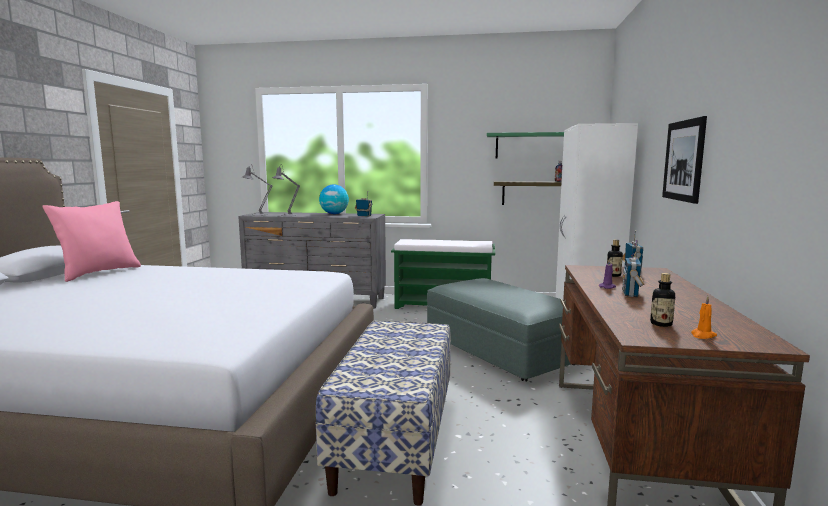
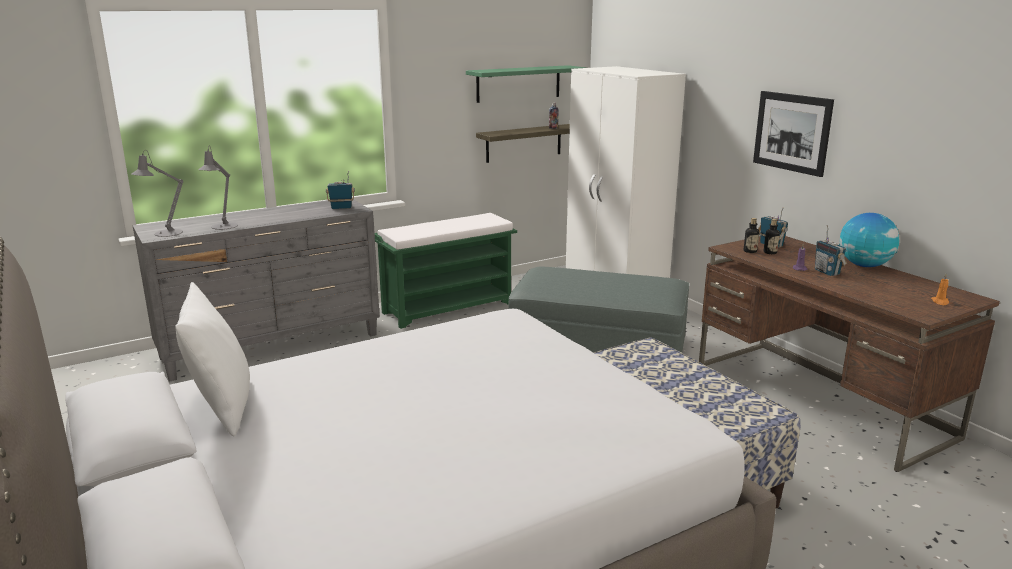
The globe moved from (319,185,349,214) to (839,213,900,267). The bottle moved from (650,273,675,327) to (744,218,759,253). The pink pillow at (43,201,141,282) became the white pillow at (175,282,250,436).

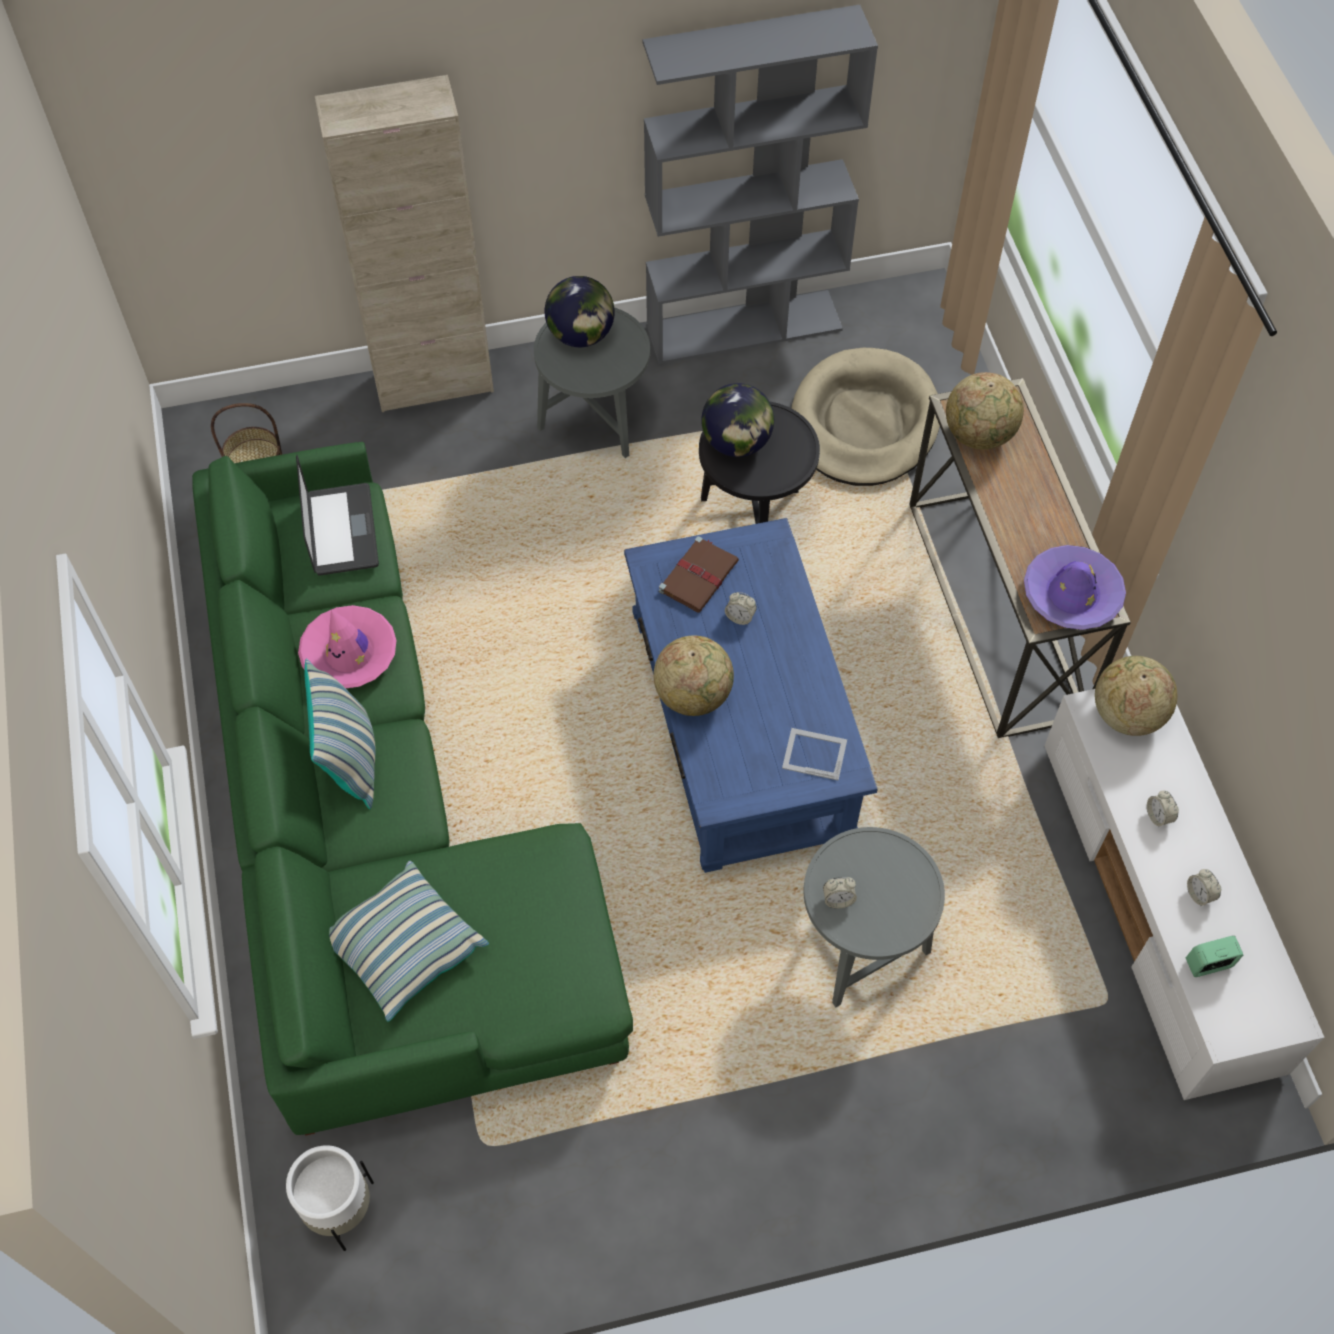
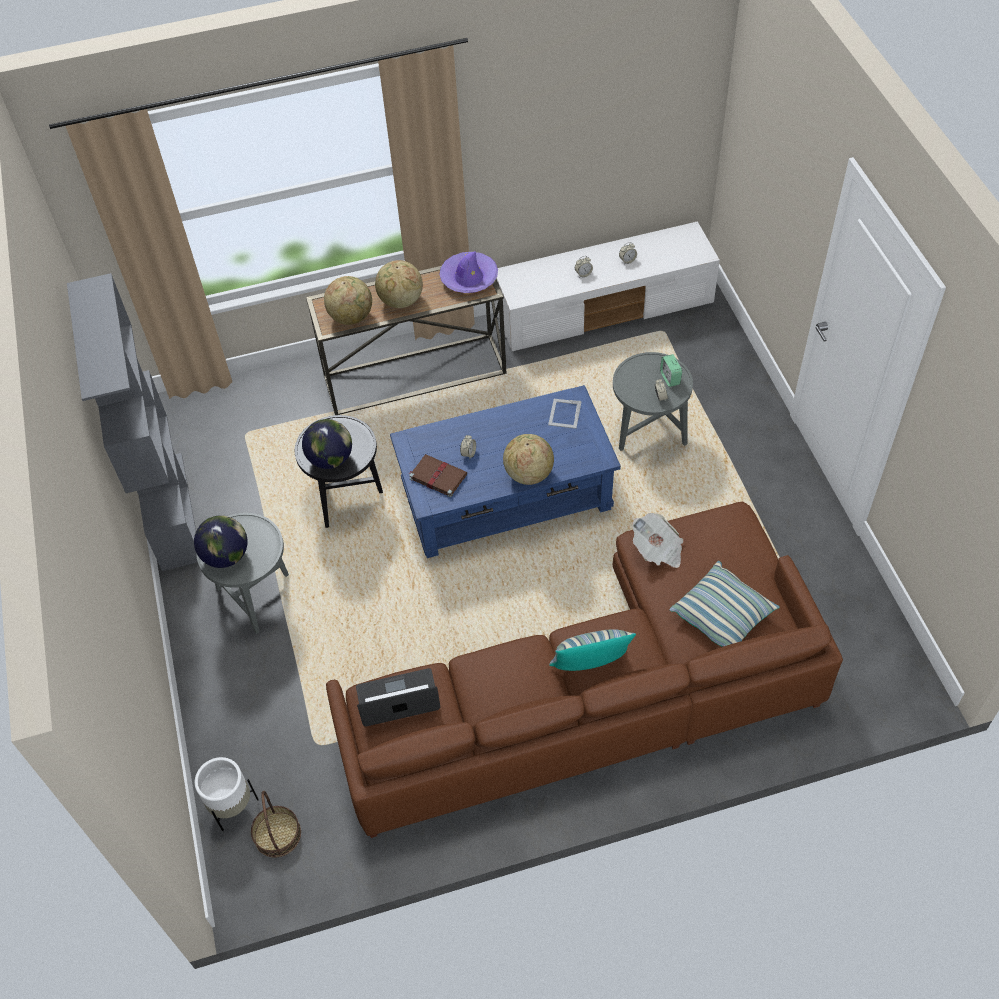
The pink hat at (298,605,397,688) disappeared. The beige cabinet at (314,75,494,412) disappeared. The beige dog bed at (791,348,940,486) disappeared. The newspaper at (632,513,683,568) appeared. The white planter moved from (286,1145,374,1251) to (195,757,259,831). The globe moved from (1095,656,1177,736) to (375,260,423,308). The alarm clock moved from (1186,936,1243,977) to (660,354,682,387). The green sofa at (192,442,633,1136) became the brown sofa at (326,502,843,838).

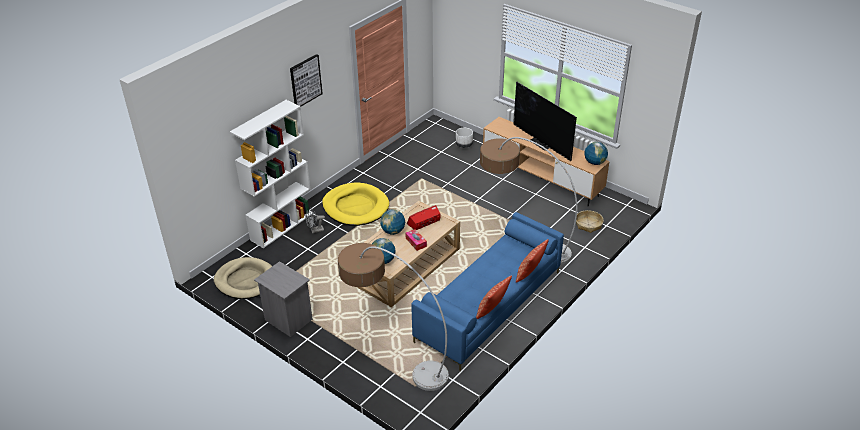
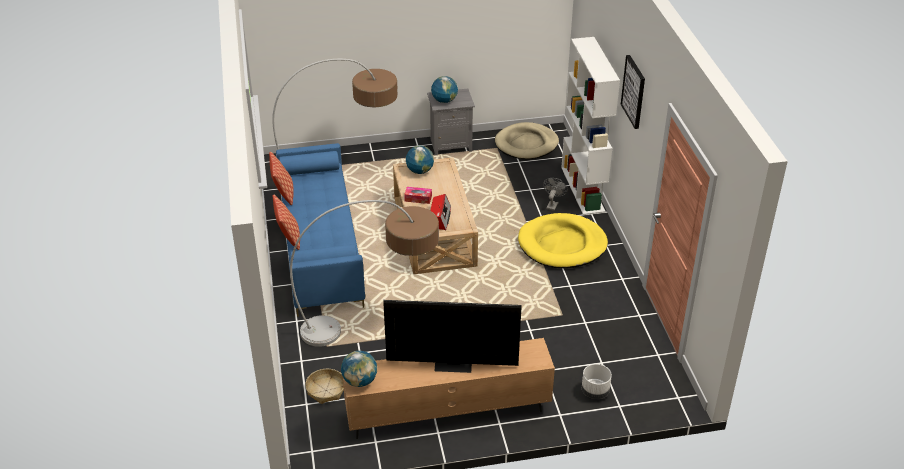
The globe moved from (380,209,405,235) to (431,76,458,103).

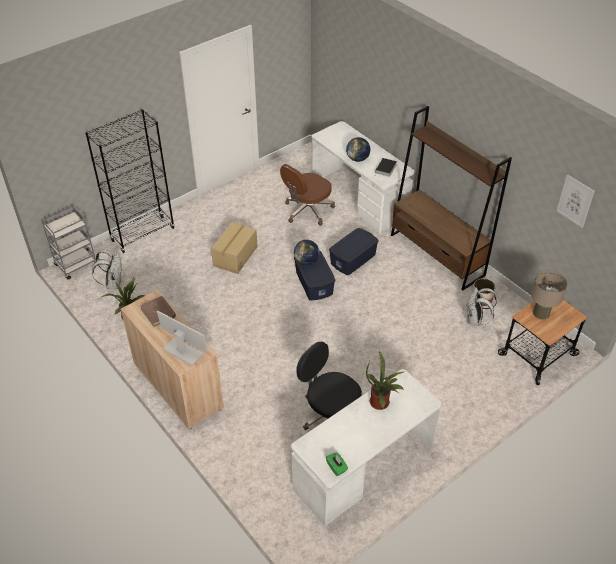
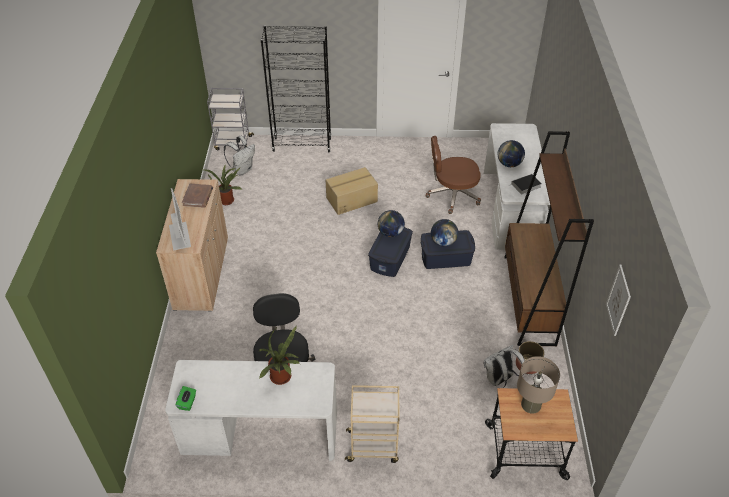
The beige cart at (345,385,400,463) appeared. The globe at (431,219,458,247) appeared.

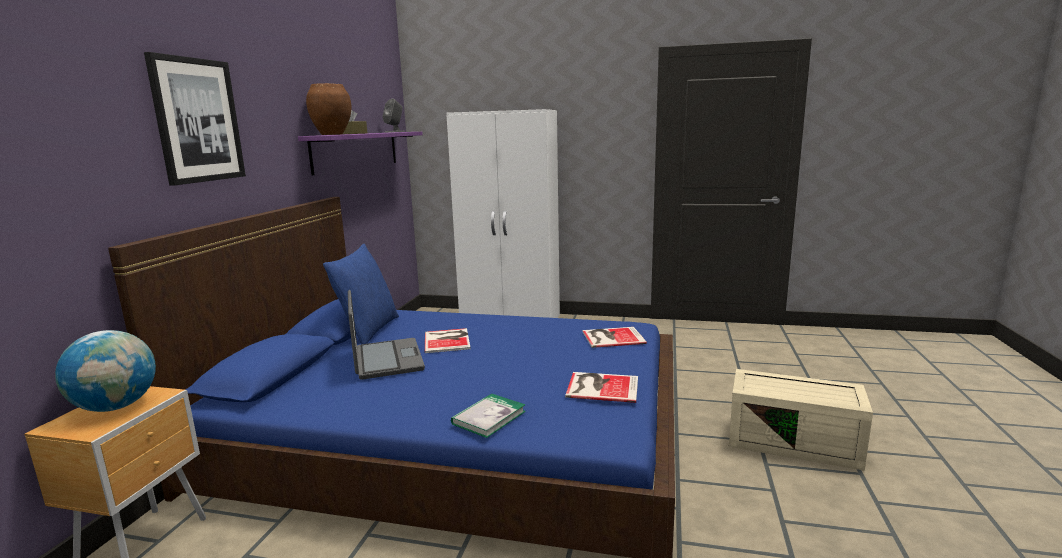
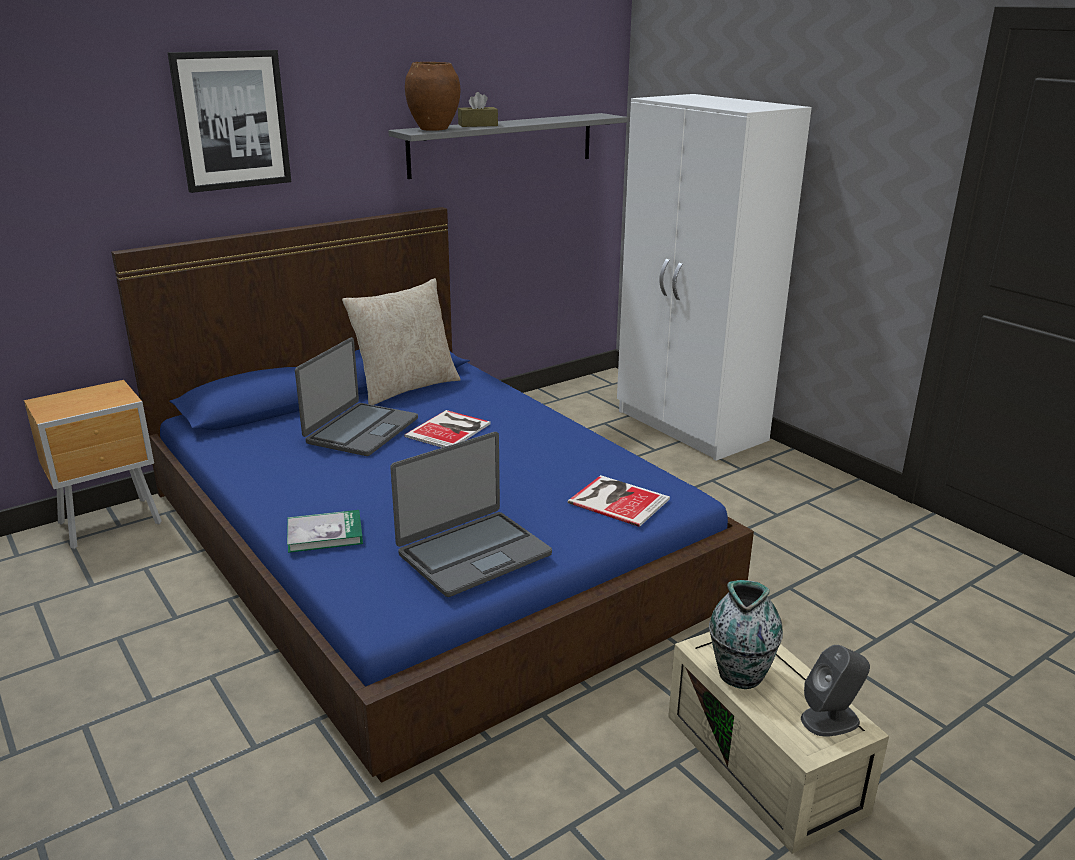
The globe at (55,330,156,412) disappeared. The vase at (709,580,783,689) appeared. The grey speaker moved from (382,99,405,133) to (801,645,870,736). The book at (565,372,638,403) was replaced by the laptop at (390,432,552,597). The purple shelf at (298,132,423,175) became the grey shelf at (388,113,628,179). The blue pillow at (323,244,399,344) became the beige pillow at (342,278,461,405).

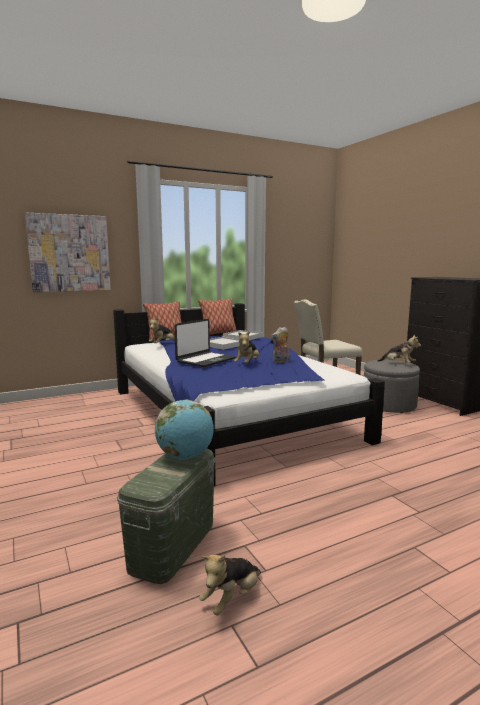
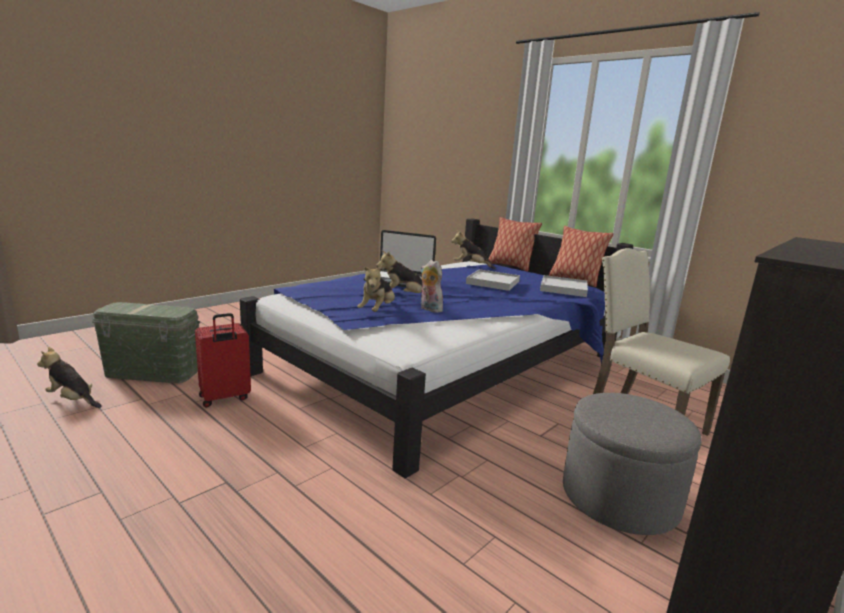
The picture at (25,213,111,292) disappeared. The globe at (155,400,214,460) disappeared. The red suitcase at (195,313,251,408) appeared. The plush toy moved from (378,335,421,363) to (357,265,395,312).

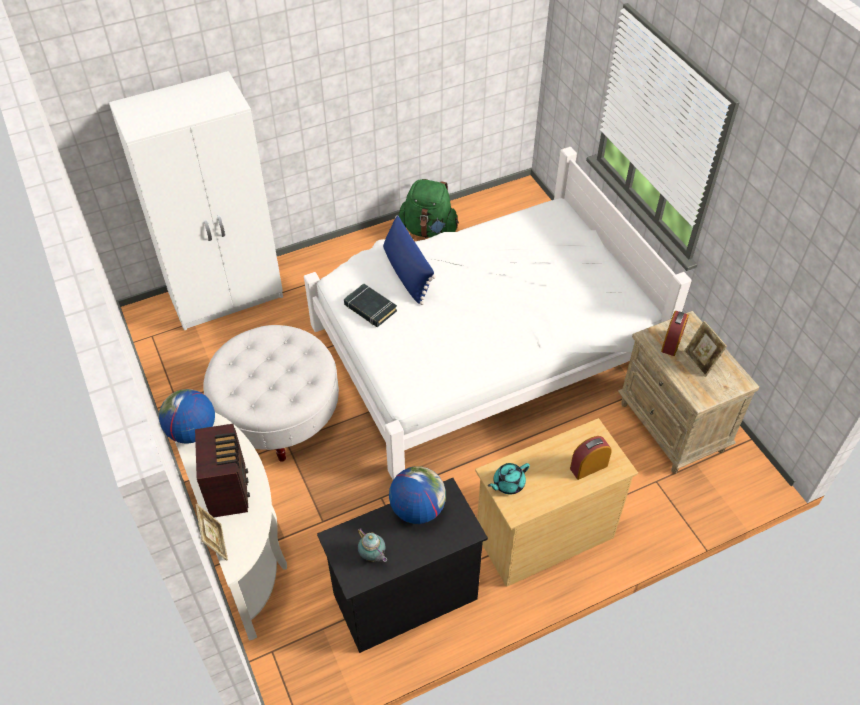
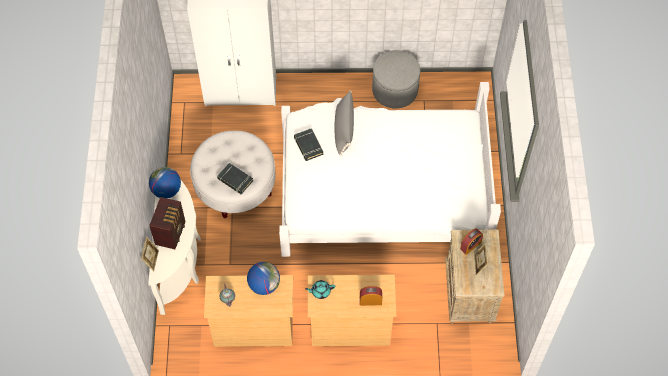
The black book at (217,163,253,194) appeared. The green backpack at (399,179,459,238) was replaced by the grey ottoman at (372,50,420,108). The black dresser at (317,478,488,653) became the beige dresser at (204,275,293,347). The blue pillow at (383,215,436,305) became the grey pillow at (334,90,354,156).

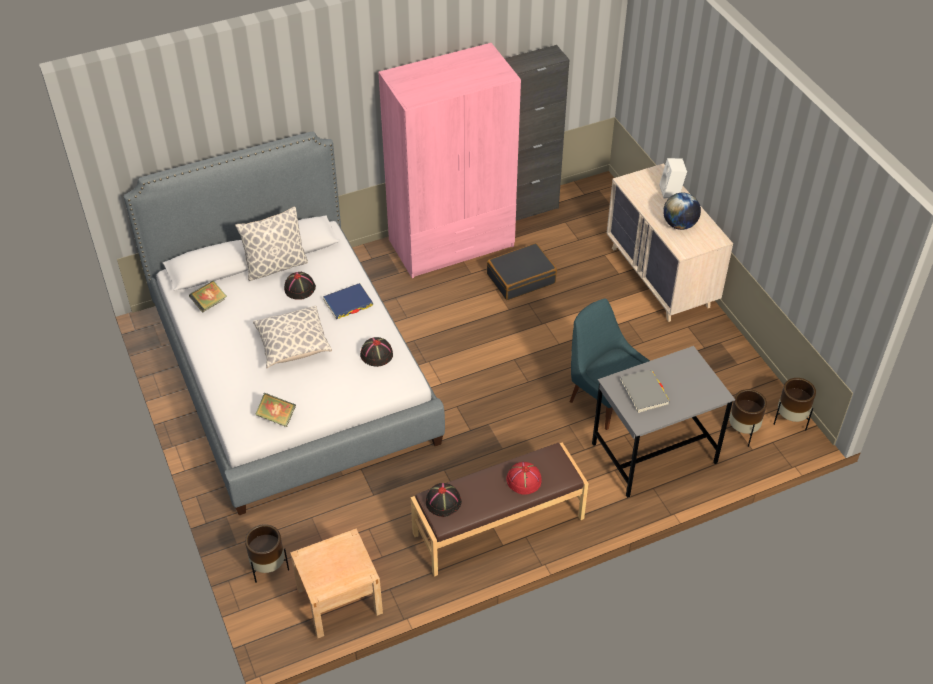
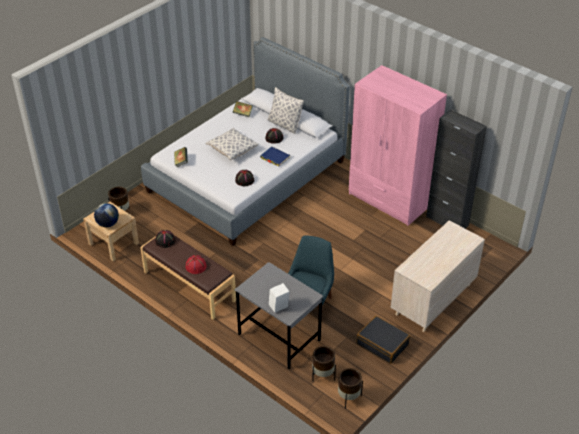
The grey book at (620,369,670,413) disappeared. The black suitcase moved from (487,243,557,300) to (356,316,410,364). The white speaker moved from (659,158,687,199) to (269,283,290,313). The globe moved from (663,193,701,230) to (94,203,119,227).

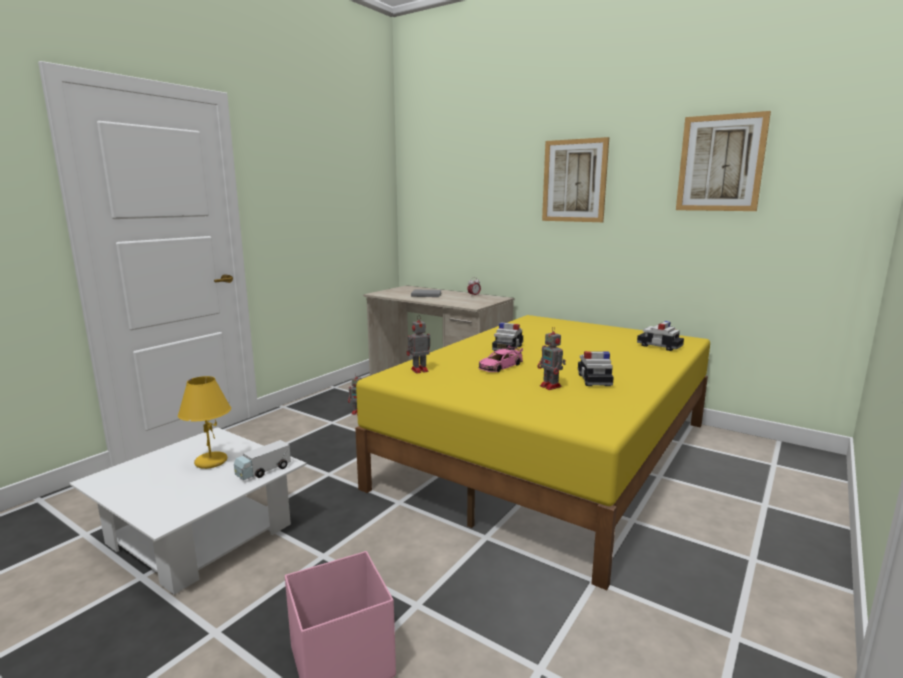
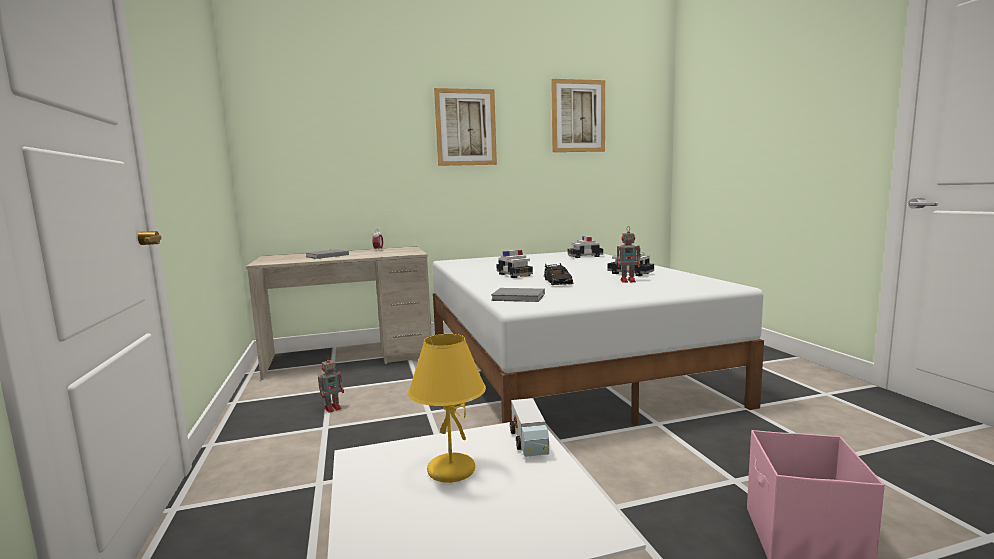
The toy robot at (407,315,430,374) was replaced by the grey book at (491,288,545,302). The yellow bed at (355,315,710,590) became the white bed at (432,252,764,425). The pink toy car at (478,345,523,372) became the black toy car at (544,263,574,285).

